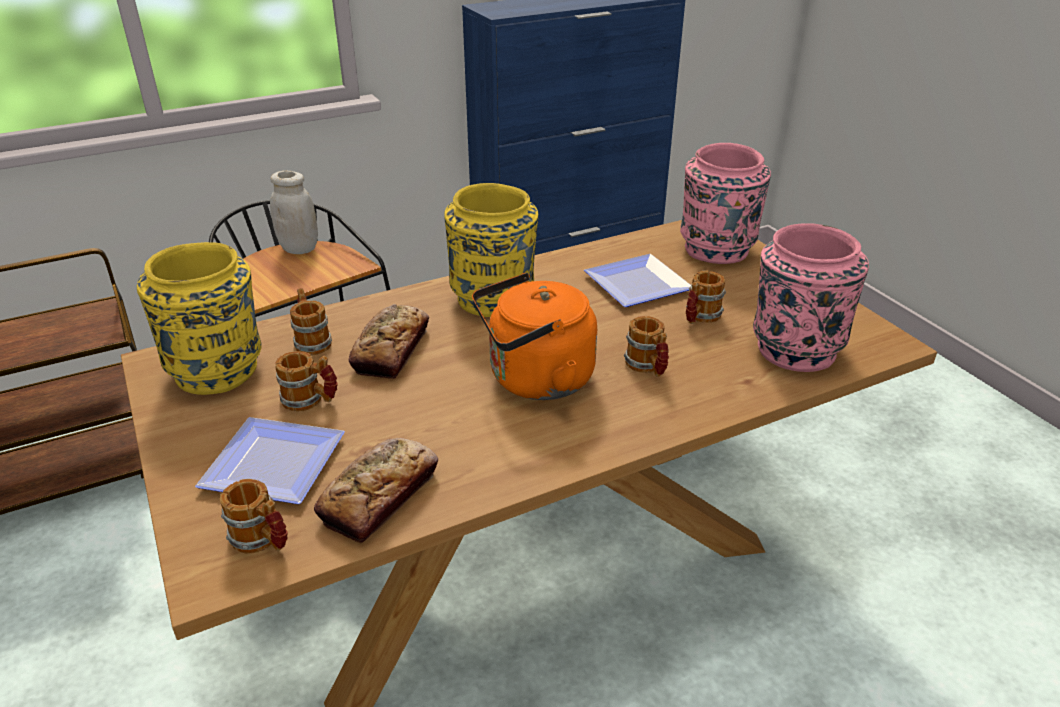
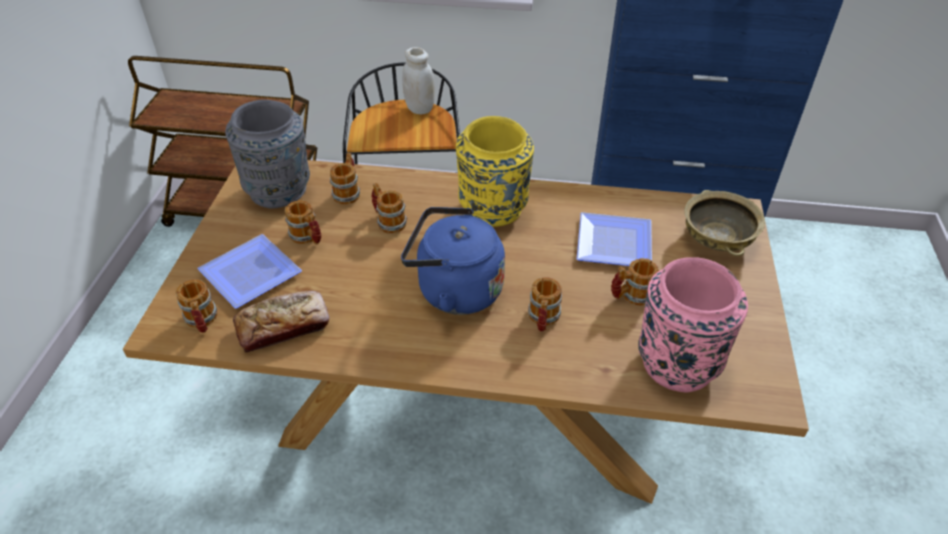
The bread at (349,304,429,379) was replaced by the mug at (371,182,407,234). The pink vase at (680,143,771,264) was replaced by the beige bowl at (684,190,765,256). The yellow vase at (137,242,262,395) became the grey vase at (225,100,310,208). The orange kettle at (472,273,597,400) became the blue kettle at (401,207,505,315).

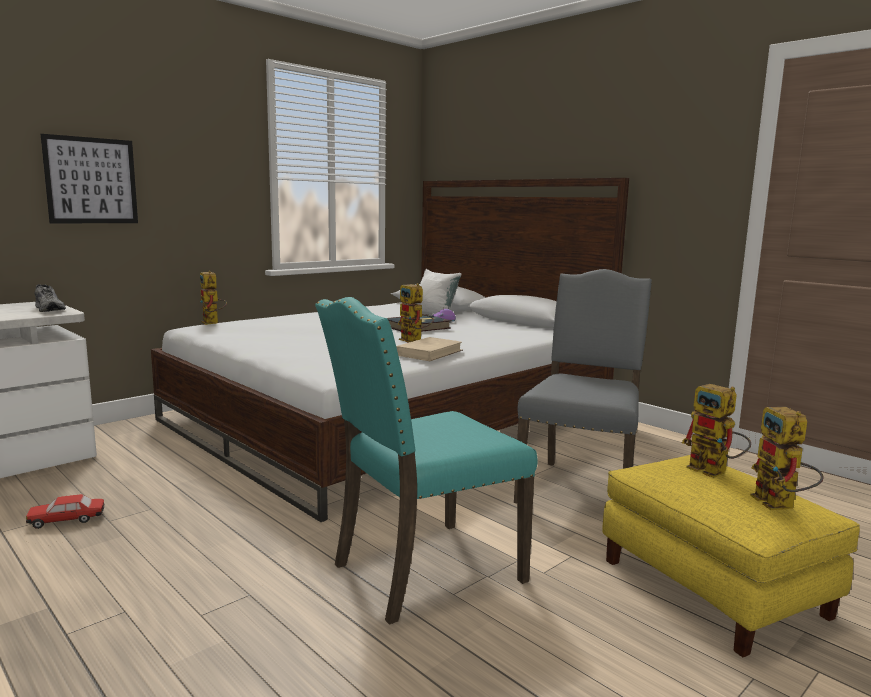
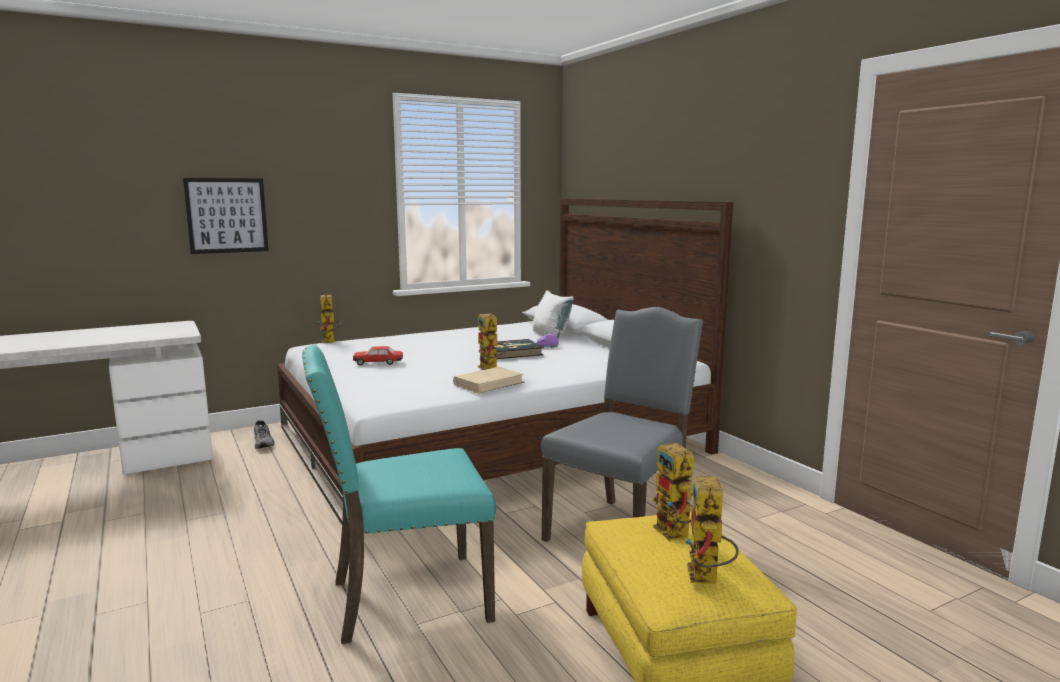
The toy car moved from (26,494,104,529) to (353,346,403,366). The grey shoe moved from (35,284,66,312) to (254,420,275,449).

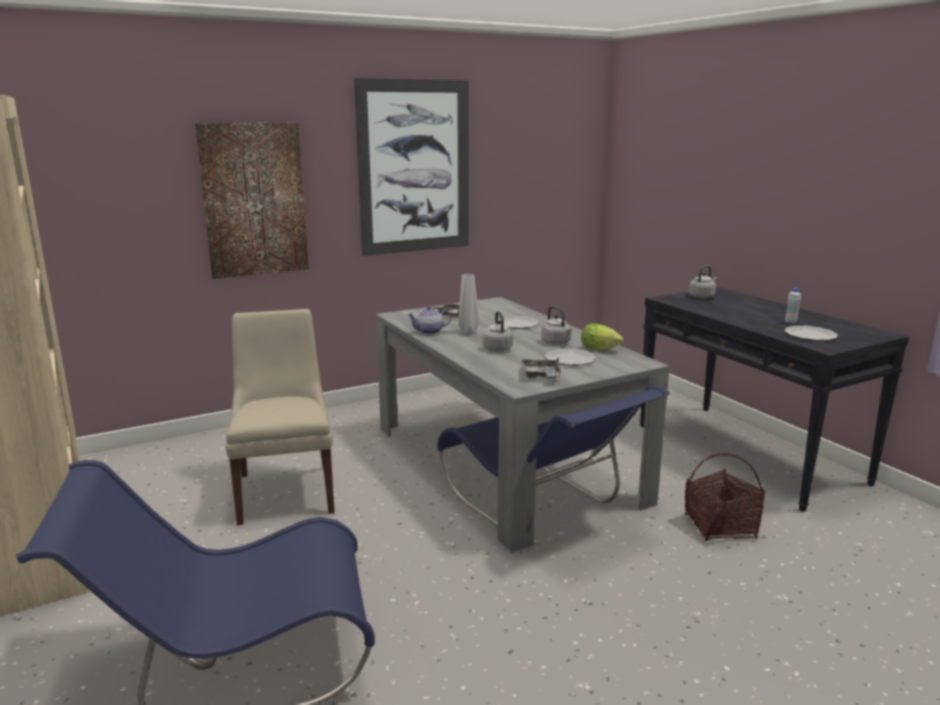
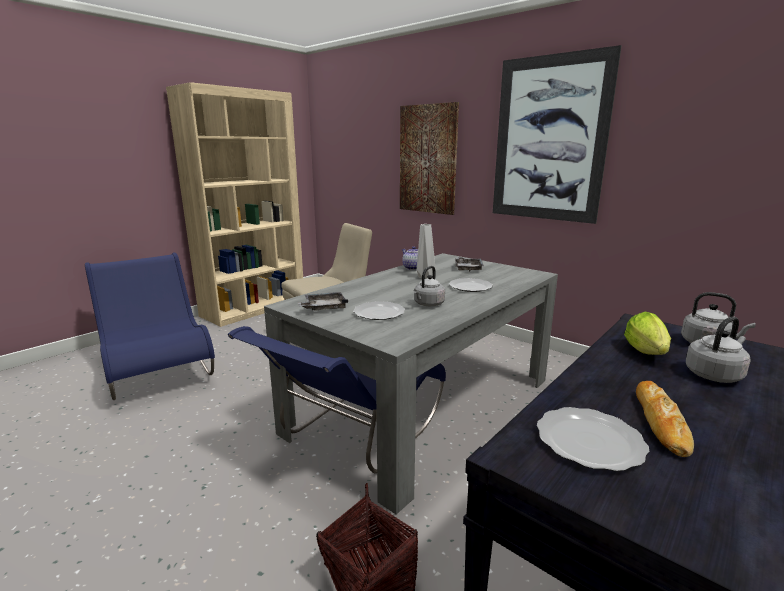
The grey kettle moved from (483,311,513,351) to (686,316,751,383). The lettuce moved from (581,323,623,350) to (624,311,671,355). The white bottle at (785,287,801,324) was replaced by the bread at (636,381,694,457).

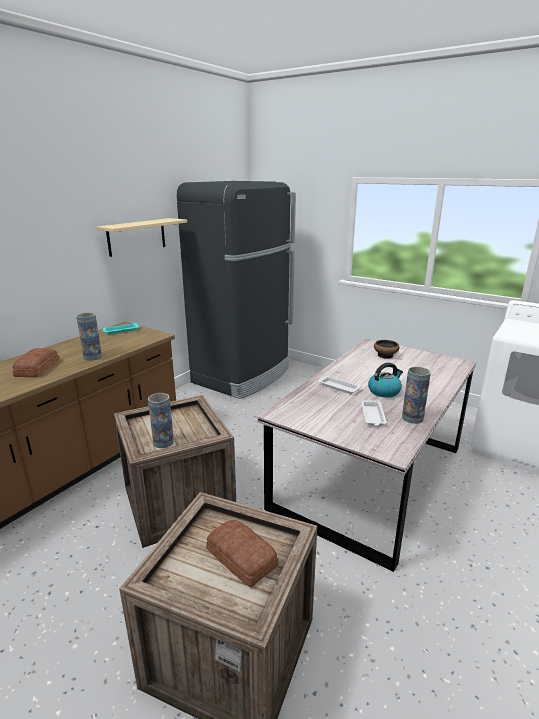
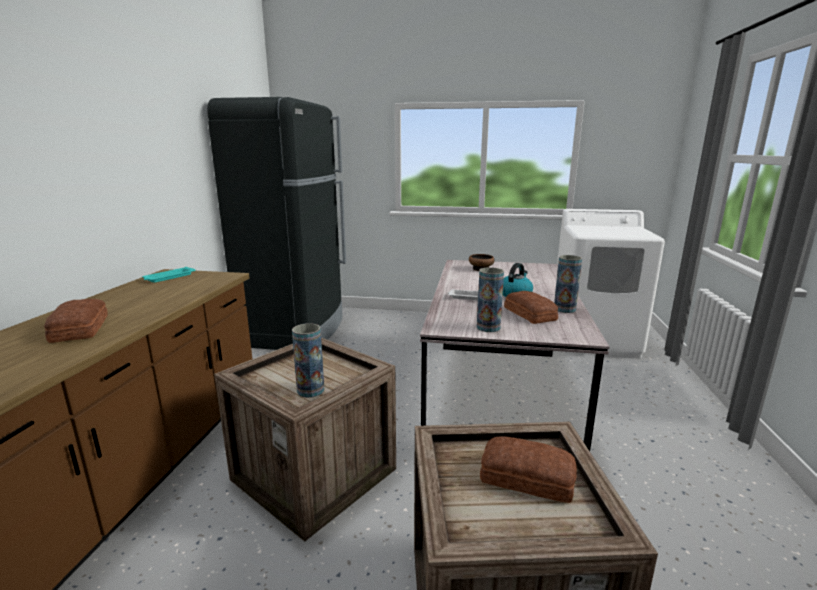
The beige shelf at (96,218,187,257) disappeared. The vase moved from (76,313,102,361) to (477,267,504,332). The white tray at (361,400,387,426) was replaced by the bread at (504,291,558,324).

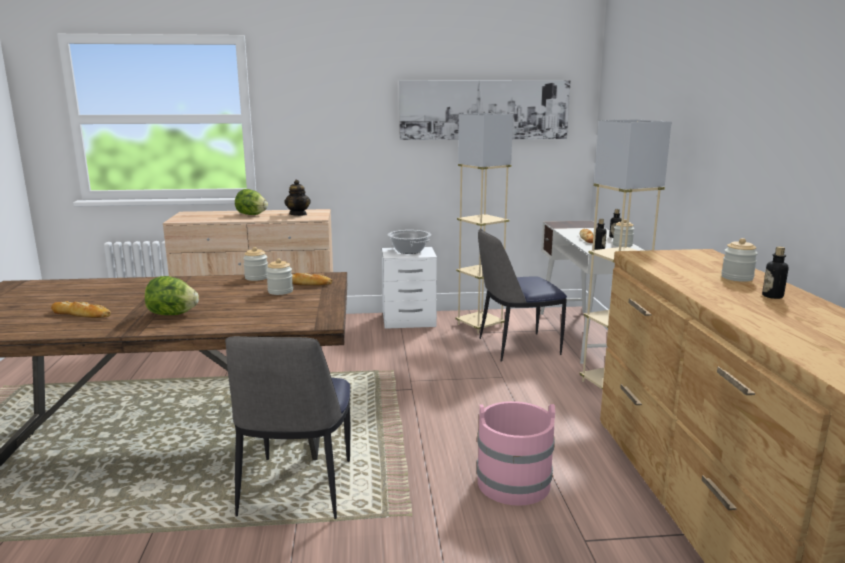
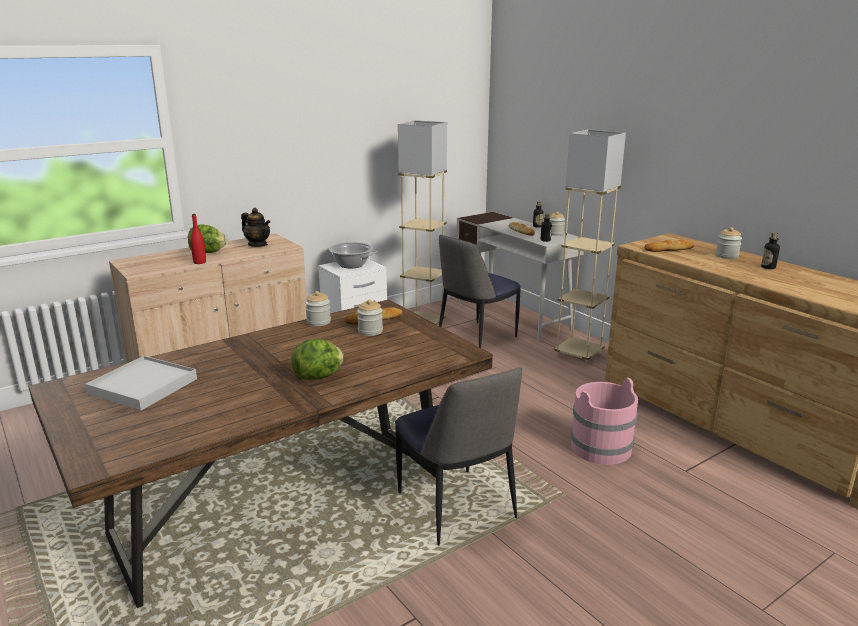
The picture at (399,80,571,140) disappeared. The white tray at (85,356,197,411) appeared. The red bottle at (190,214,206,264) appeared. The bread moved from (51,301,111,318) to (645,240,694,252).

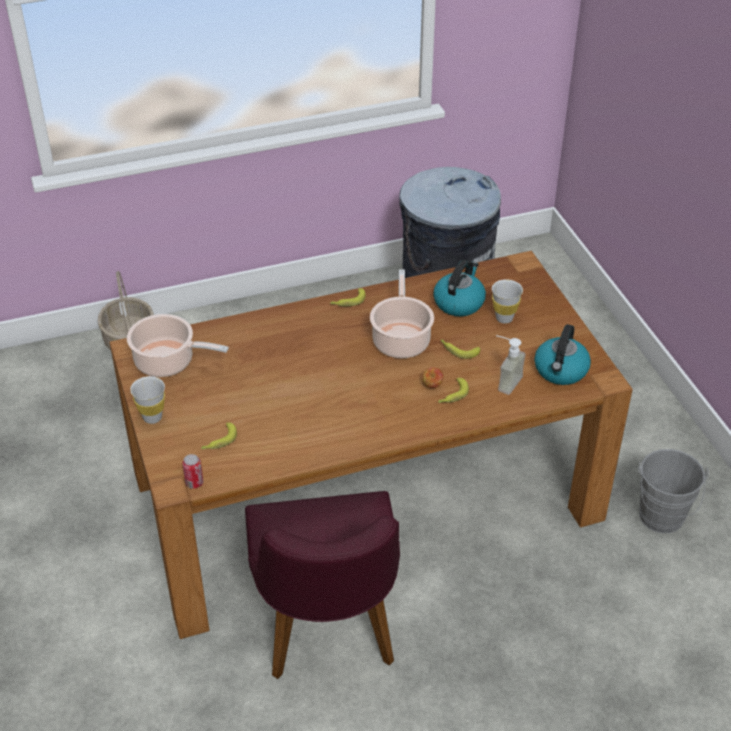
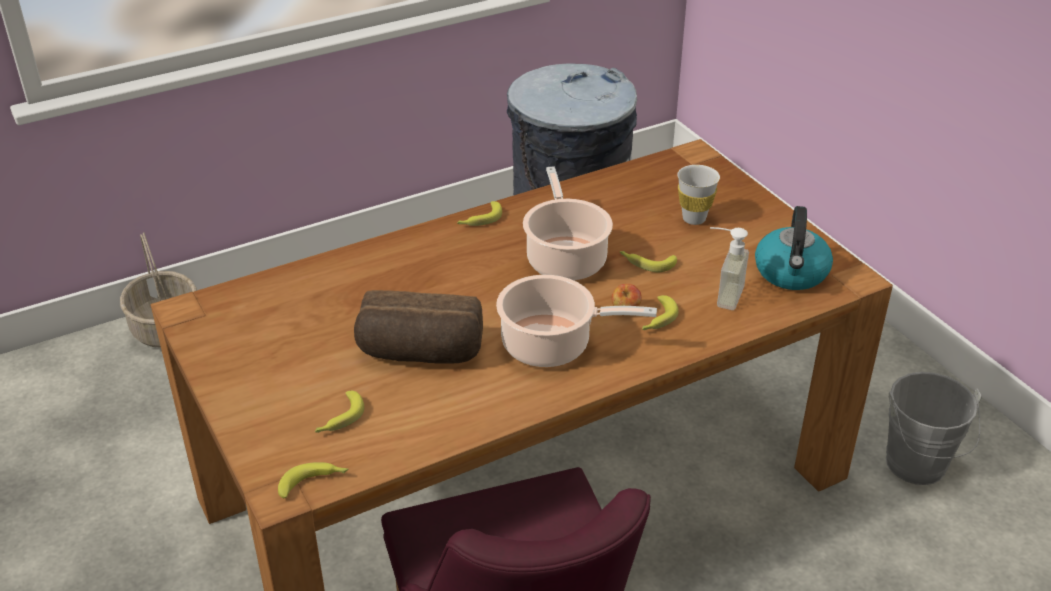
The white cup at (130,376,165,424) disappeared. The kettle at (433,260,486,316) disappeared. The bread at (354,290,483,364) appeared. The cooking pot moved from (127,314,229,377) to (496,275,657,367). The can at (182,454,203,489) was replaced by the banana at (278,462,348,498).

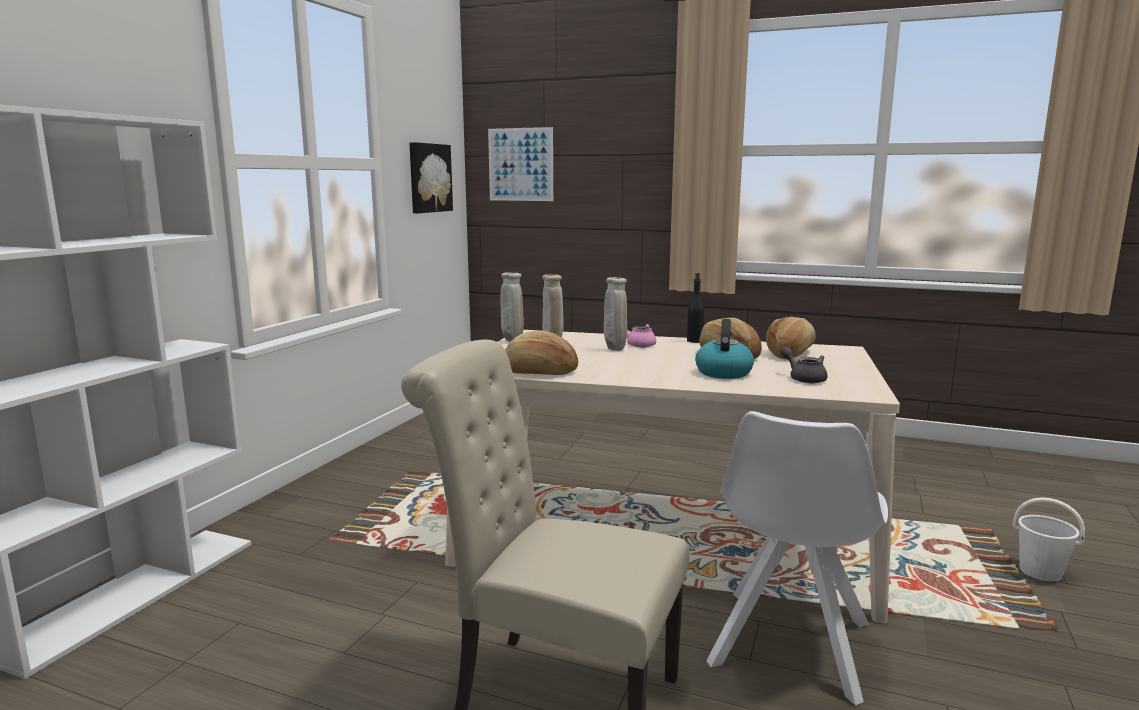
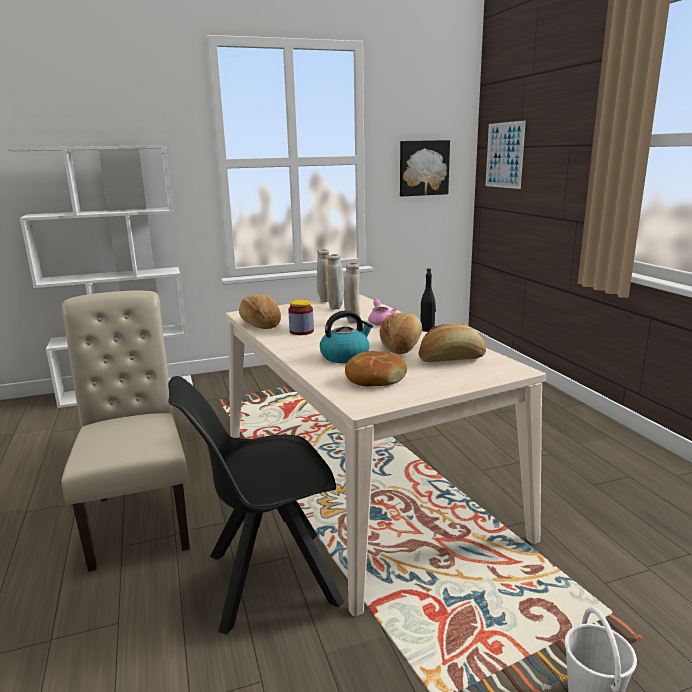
The jar at (288,300,314,335) appeared. The grey teapot at (781,347,828,383) was replaced by the bread at (345,351,407,386). The white chair at (706,411,888,706) became the black chair at (168,376,344,635).

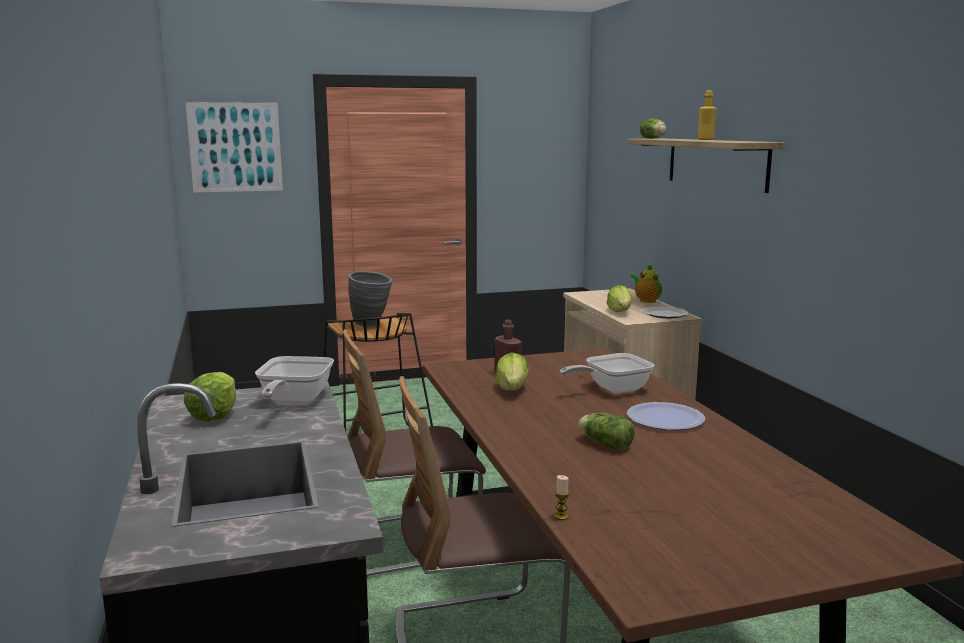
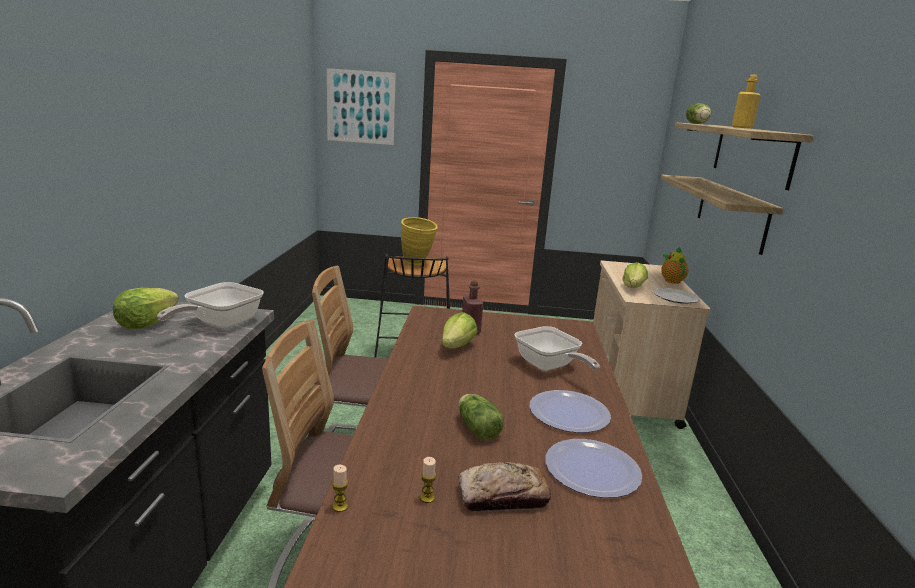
The candle at (420,457,436,503) appeared. The bread at (458,462,551,511) appeared. The plate at (545,439,642,498) appeared. The shelf at (661,175,783,255) appeared. The grey vase at (349,271,393,327) became the yellow vase at (401,217,438,265). The frying pan at (560,353,654,394) turned 120 degrees counterclockwise.

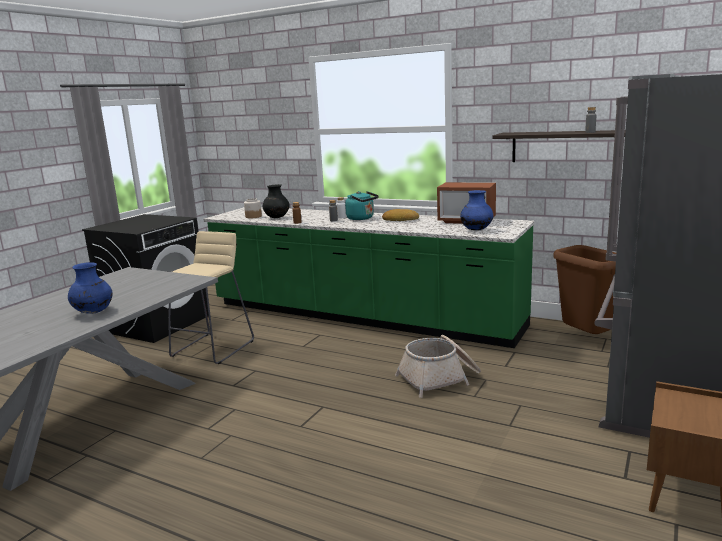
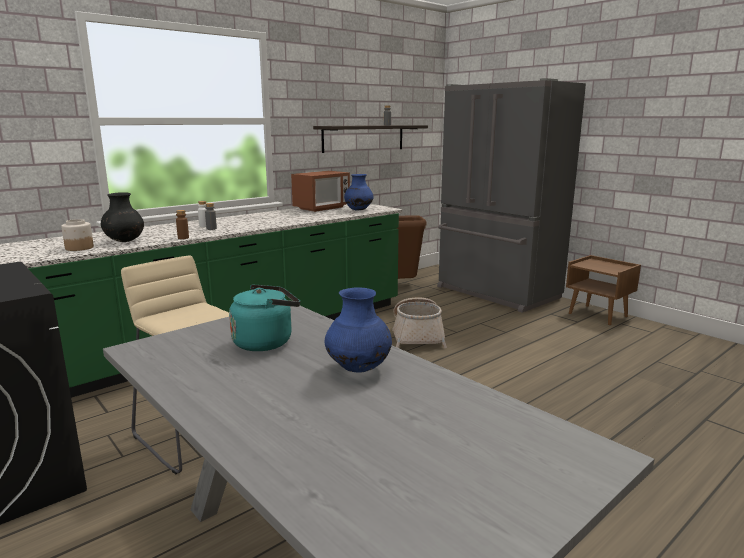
The bread at (382,209,419,221) disappeared. The turquoise kettle moved from (345,191,379,220) to (229,284,300,351).

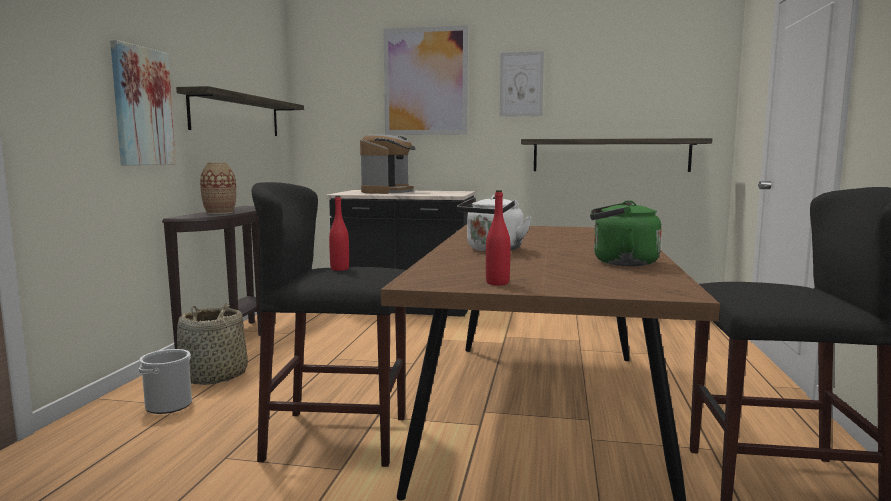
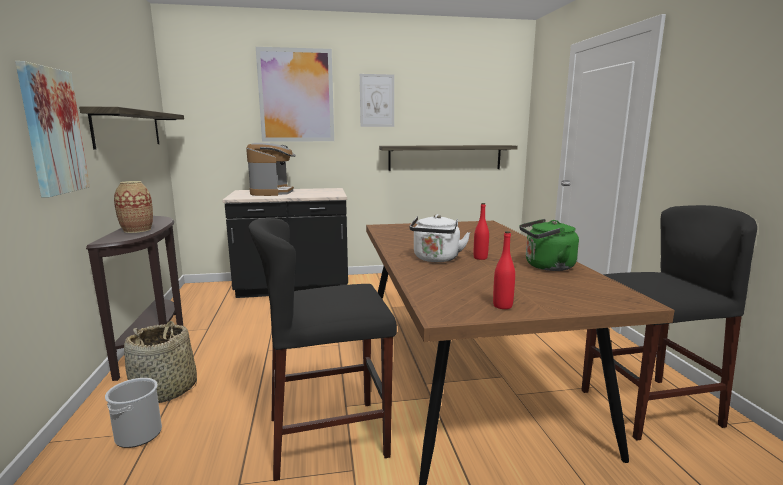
The red bottle moved from (329,196,349,271) to (474,203,489,260).

